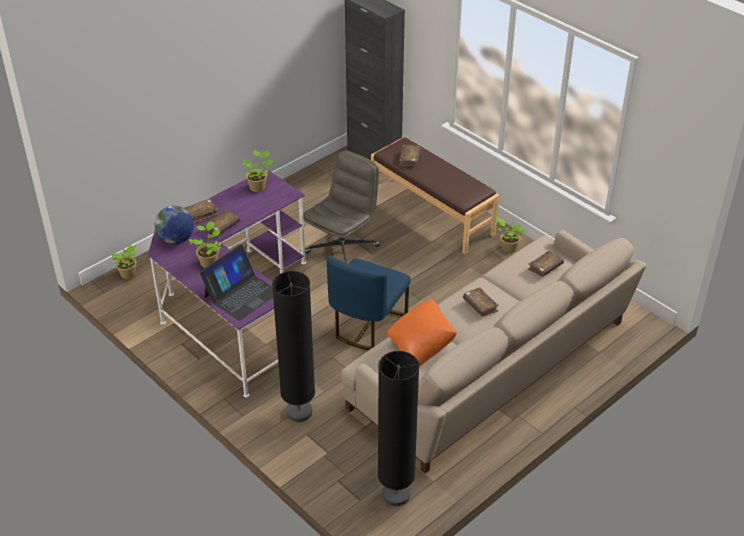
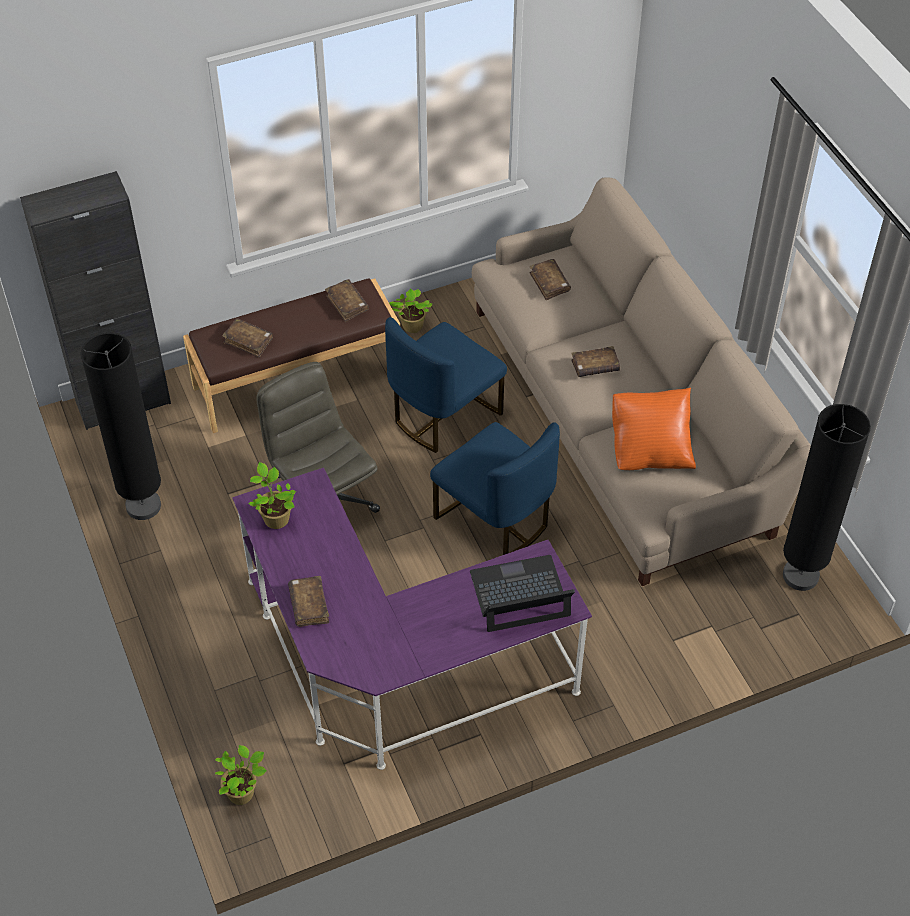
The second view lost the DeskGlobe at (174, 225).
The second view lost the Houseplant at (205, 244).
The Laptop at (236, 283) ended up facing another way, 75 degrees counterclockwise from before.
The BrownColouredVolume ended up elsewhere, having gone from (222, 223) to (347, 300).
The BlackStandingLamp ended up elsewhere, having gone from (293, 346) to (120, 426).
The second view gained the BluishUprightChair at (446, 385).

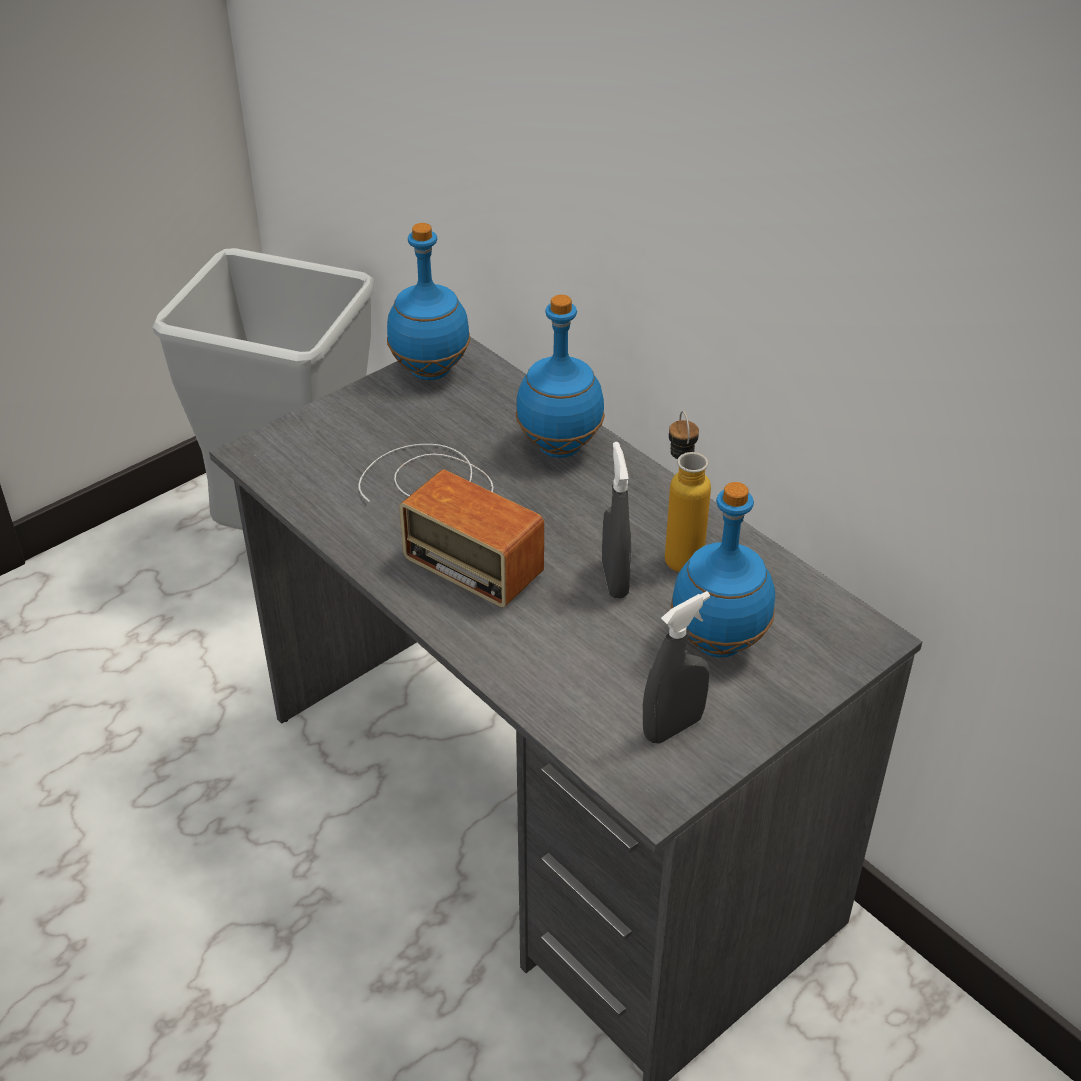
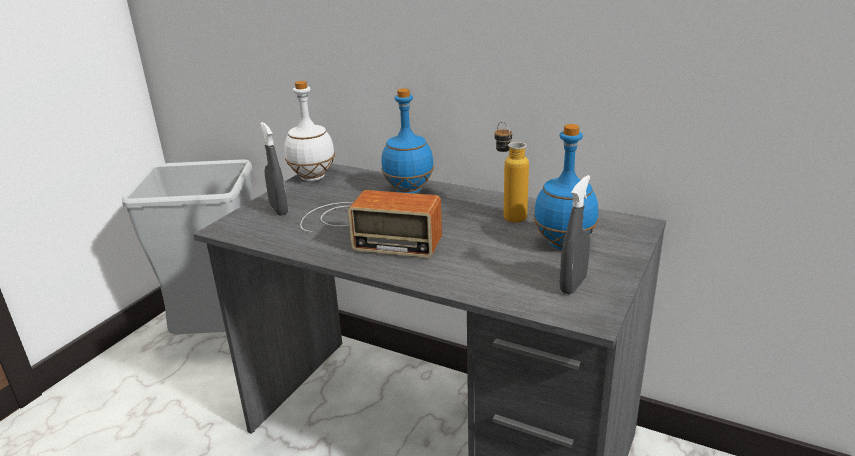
What was the BluishDrinkBottle at (428, 301) turned into the WhiteDrinkBottle at (309, 131).
The GreyishSprayer ended up elsewhere, having gone from (616, 520) to (274, 169).

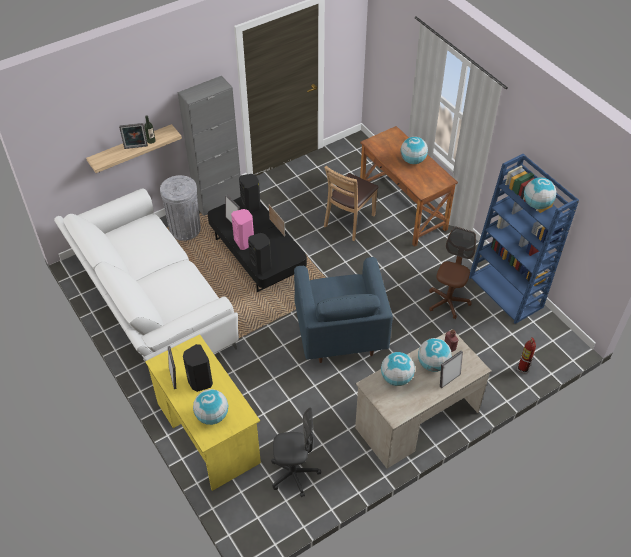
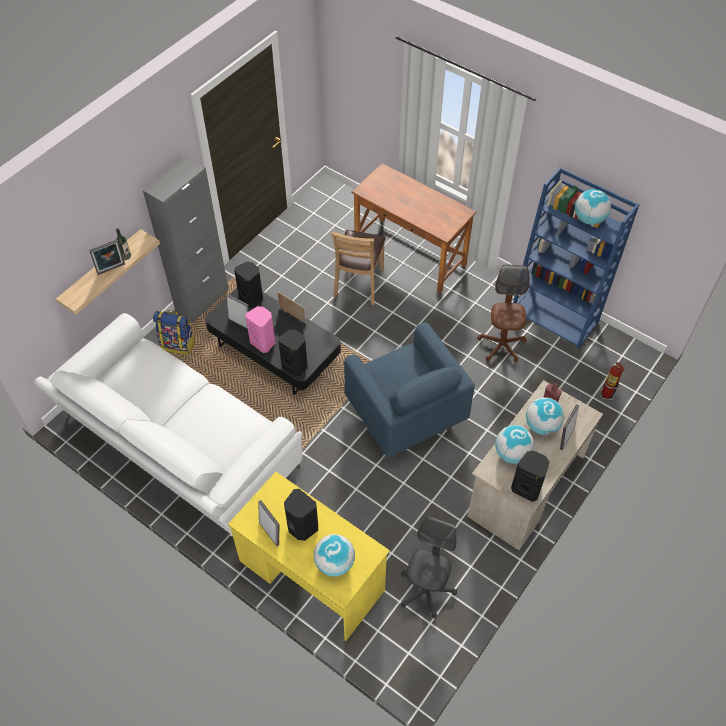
Where the GreyishWasteBin stood at (180, 208), the Rucksack came to stand at (174, 332).
The GreyishDeskChair at (296, 452) ended up facing another way, 45 degrees counterclockwise from before.
The second view lost the DeskGlobe at (414, 150).
The second view gained the BlackLoudspeaker at (530, 476).

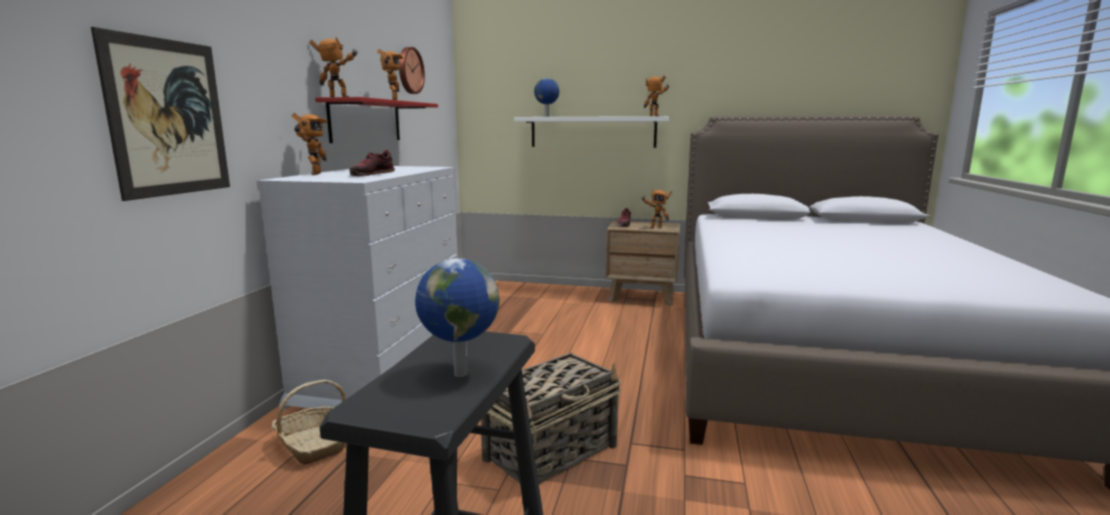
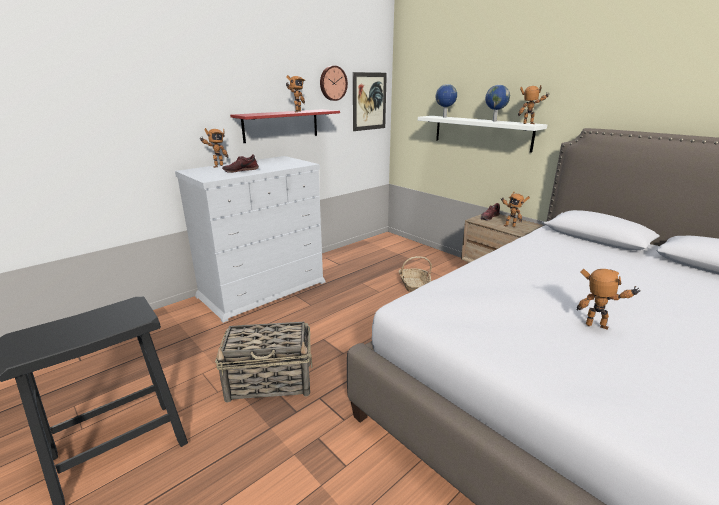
The WallPicture ended up elsewhere, having gone from (160, 114) to (370, 101).
The Basket ended up elsewhere, having gone from (309, 422) to (415, 274).
The RobotFigure ended up elsewhere, having gone from (333, 66) to (609, 299).
The DeskGlobe ended up elsewhere, having gone from (457, 317) to (497, 103).

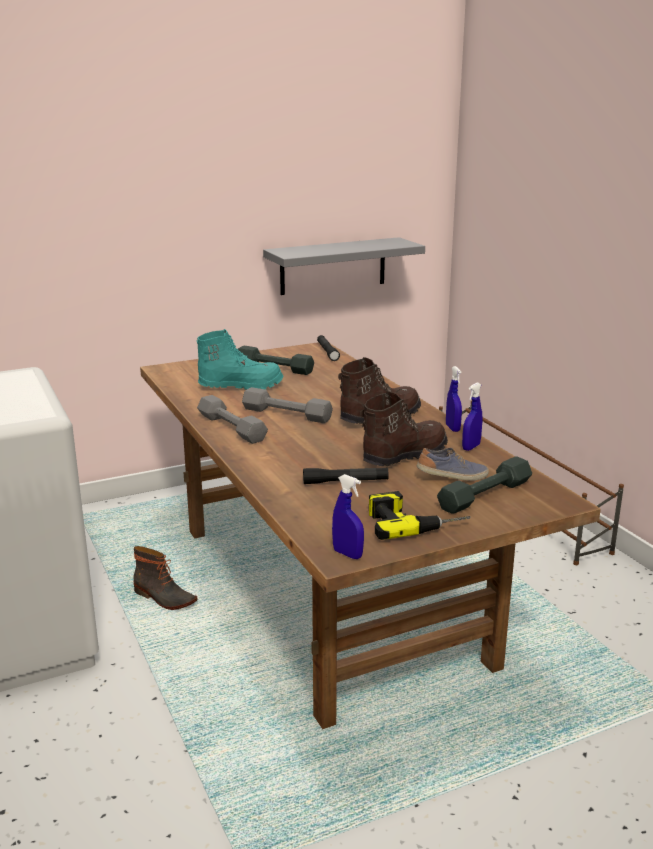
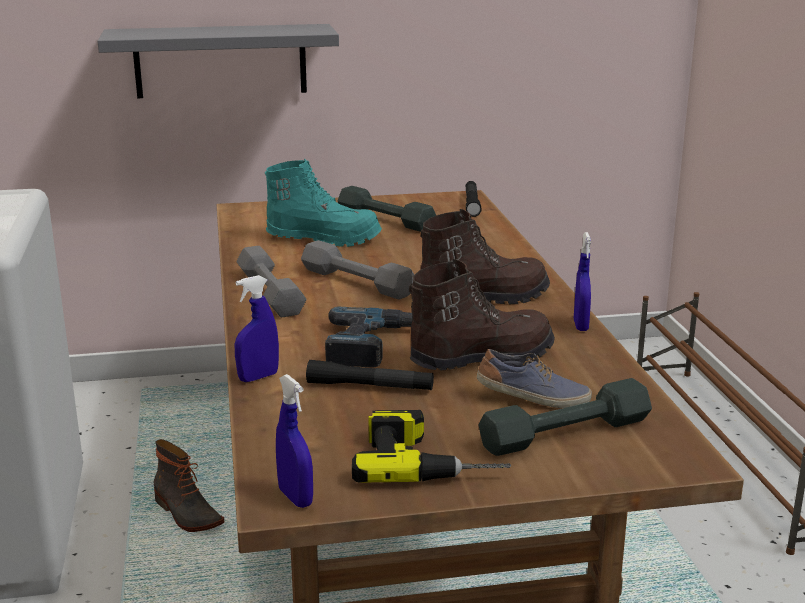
The GreyishWallShelf ended up elsewhere, having gone from (344, 266) to (218, 61).
The BluishSprayer ended up elsewhere, having gone from (472, 417) to (257, 328).
The second view gained the Drill at (369, 337).

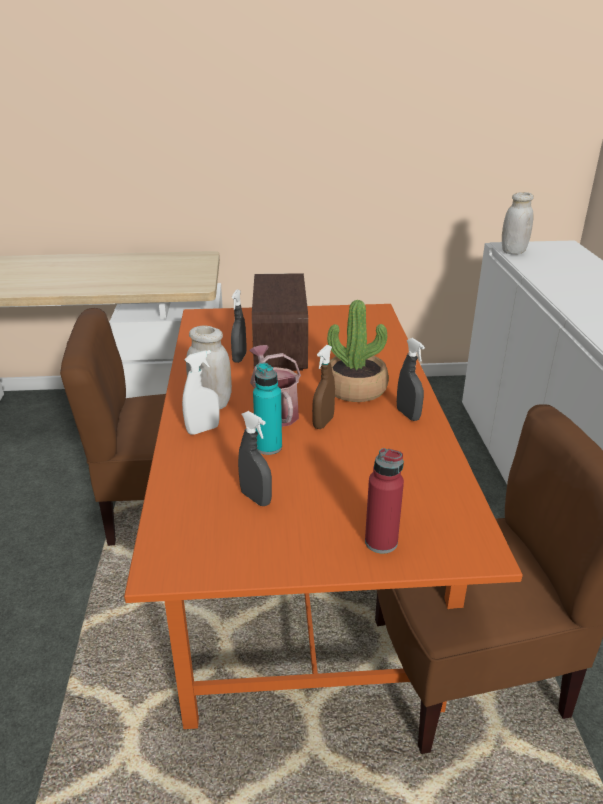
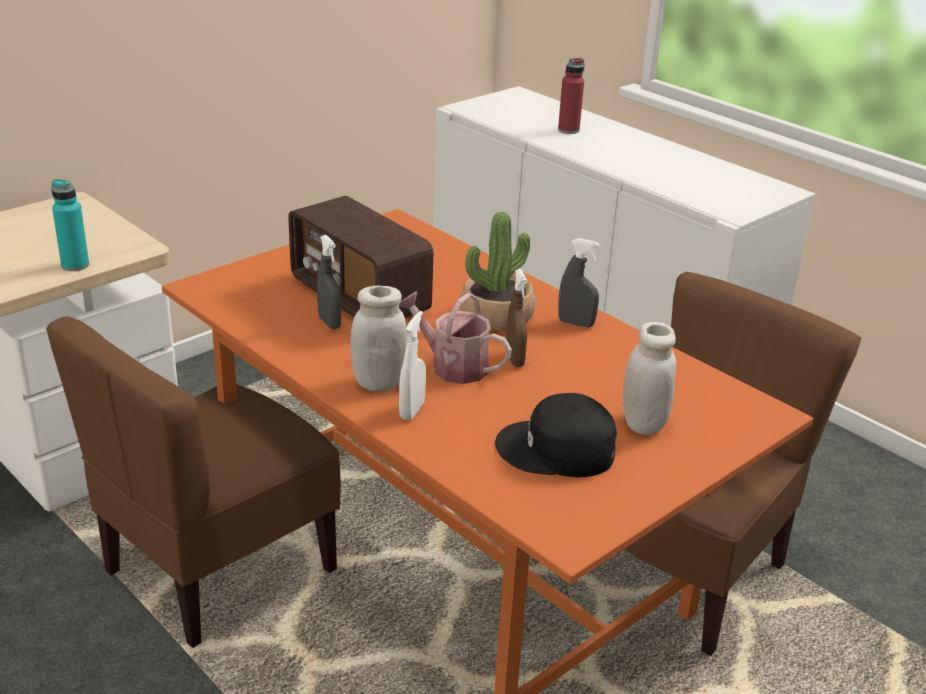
Where the GreyishSprayer stood at (255, 458), the BlackBaseballCap came to stand at (556, 435).
The TurquoiseColouredDrinkBottle ended up elsewhere, having gone from (267, 408) to (70, 225).
The ReddishDrinkBottle ended up elsewhere, having gone from (384, 501) to (571, 96).
The WhitePreserveJar ended up elsewhere, having gone from (518, 223) to (649, 378).

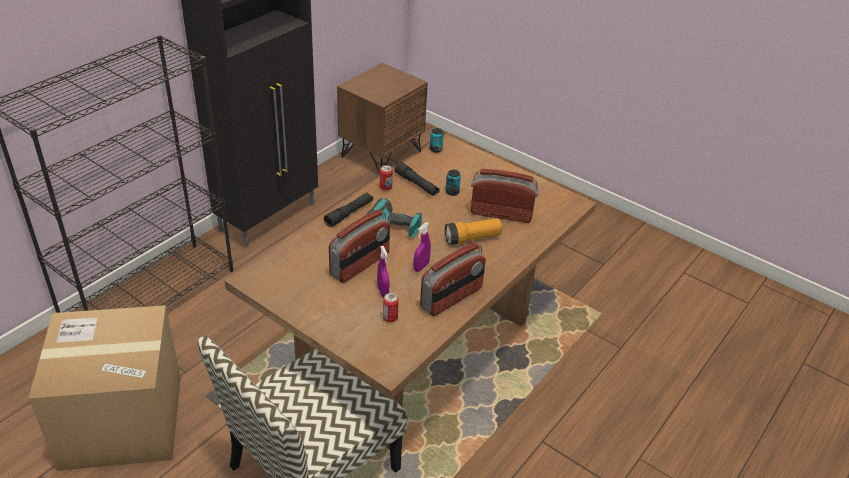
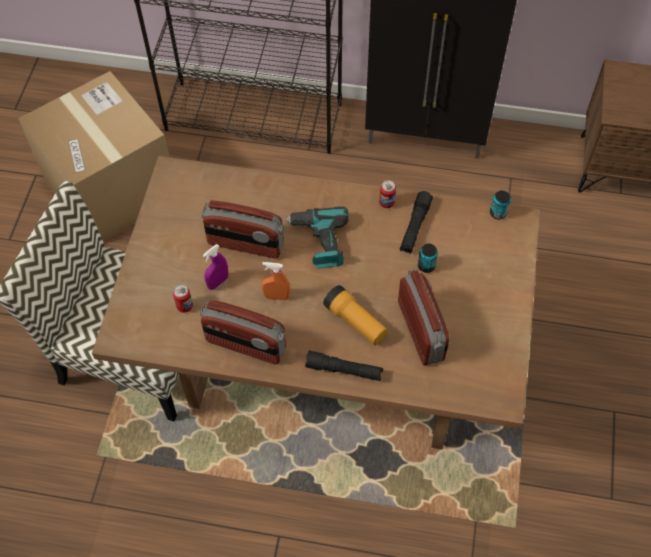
The BlackFlashlight ended up elsewhere, having gone from (348, 210) to (344, 366).
What was the PurpleSprayer at (422, 247) turned into the OrangeySprayer at (275, 281).

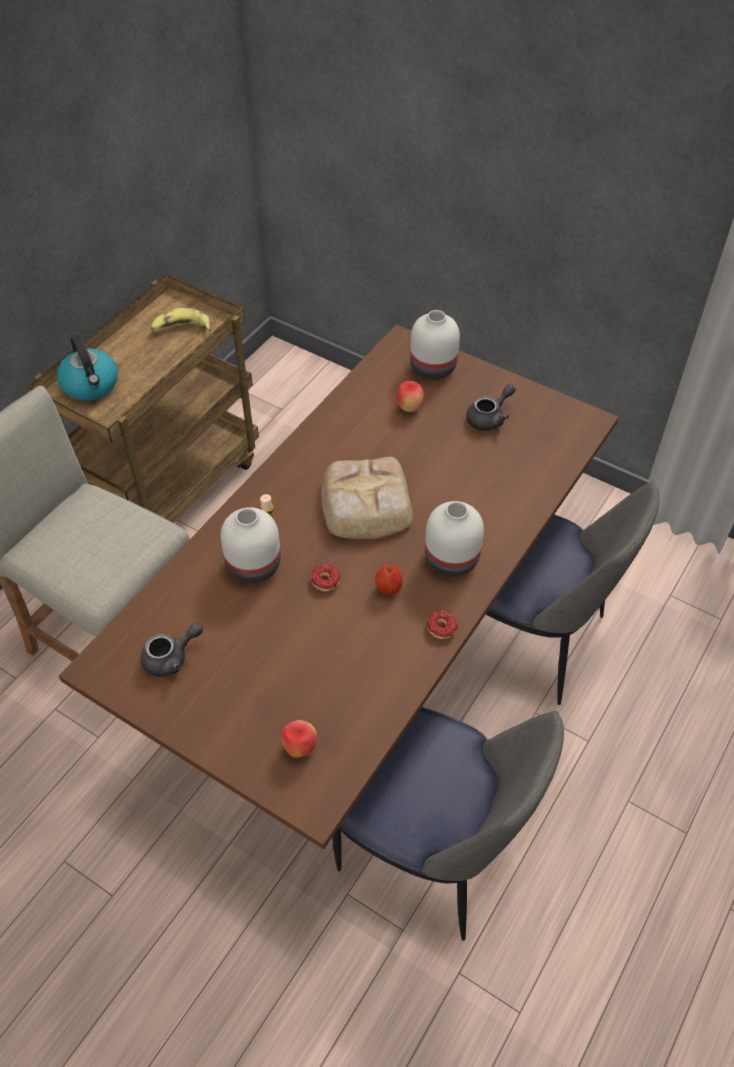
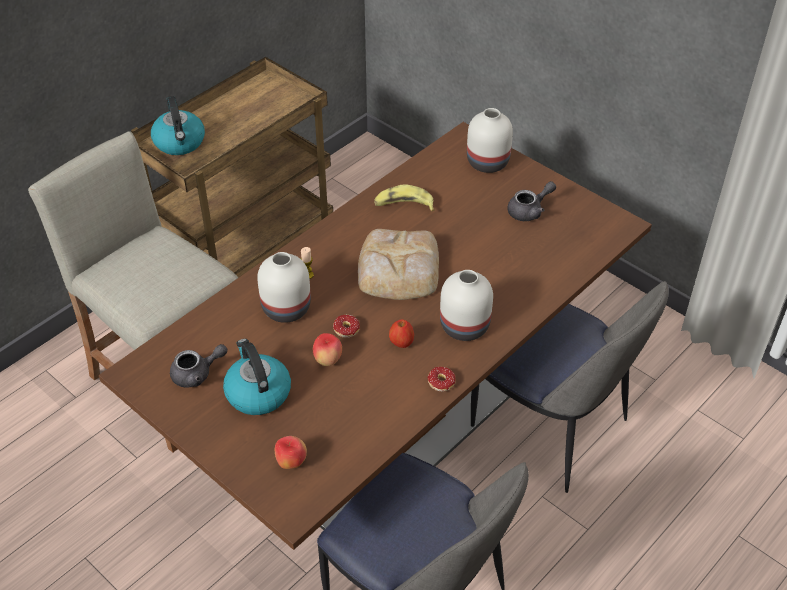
The BananaFruit ended up elsewhere, having gone from (180, 320) to (404, 198).
The AppleFruit ended up elsewhere, having gone from (410, 396) to (327, 349).
The second view gained the TeaKettle at (257, 377).

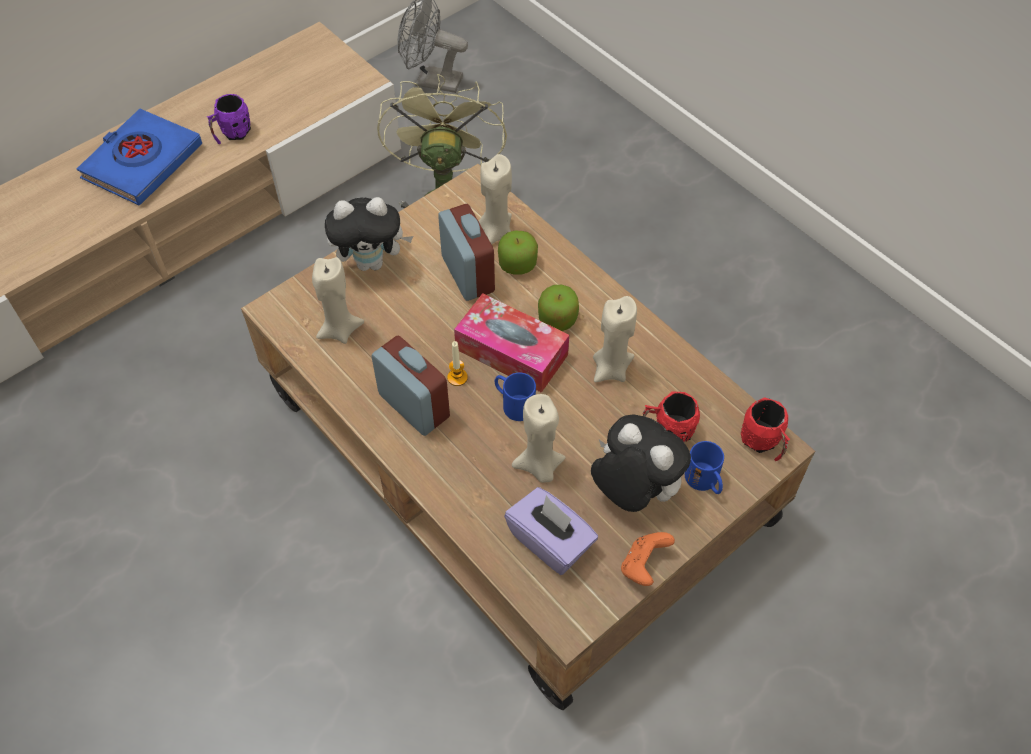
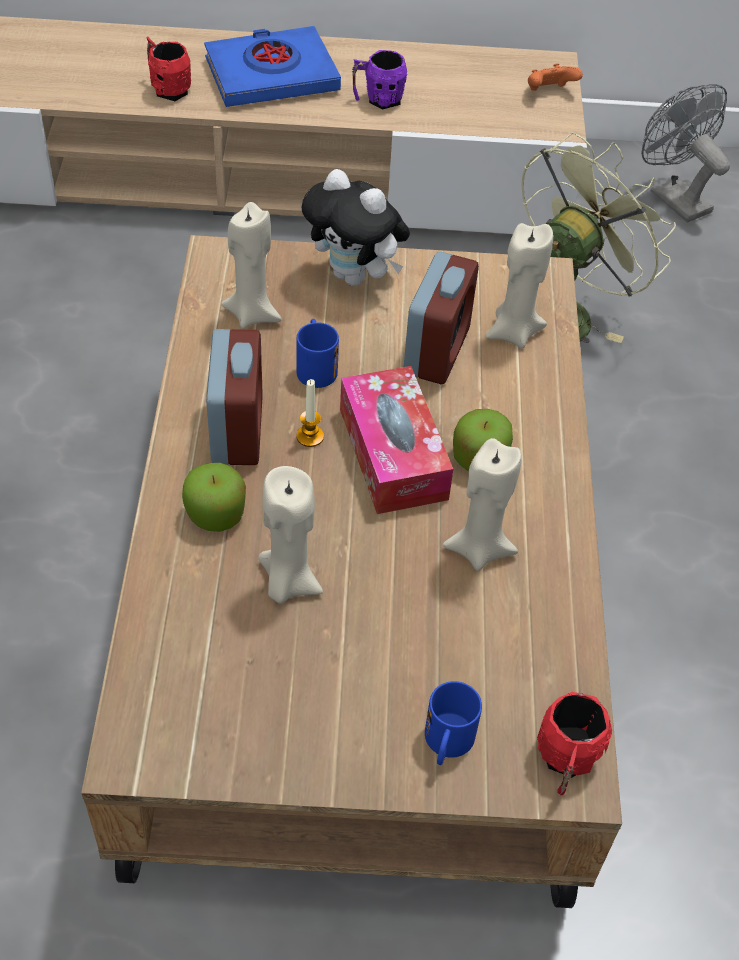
The BluishMug ended up elsewhere, having gone from (515, 397) to (317, 353).
The AppleFruit ended up elsewhere, having gone from (518, 253) to (214, 497).
The second view lost the PurpleTissueBox at (551, 531).
The second view lost the PlushToy at (641, 463).
The OrangeyJoypad ended up elsewhere, having gone from (648, 559) to (555, 77).
The ReddishMug ended up elsewhere, having gone from (671, 416) to (168, 68).

